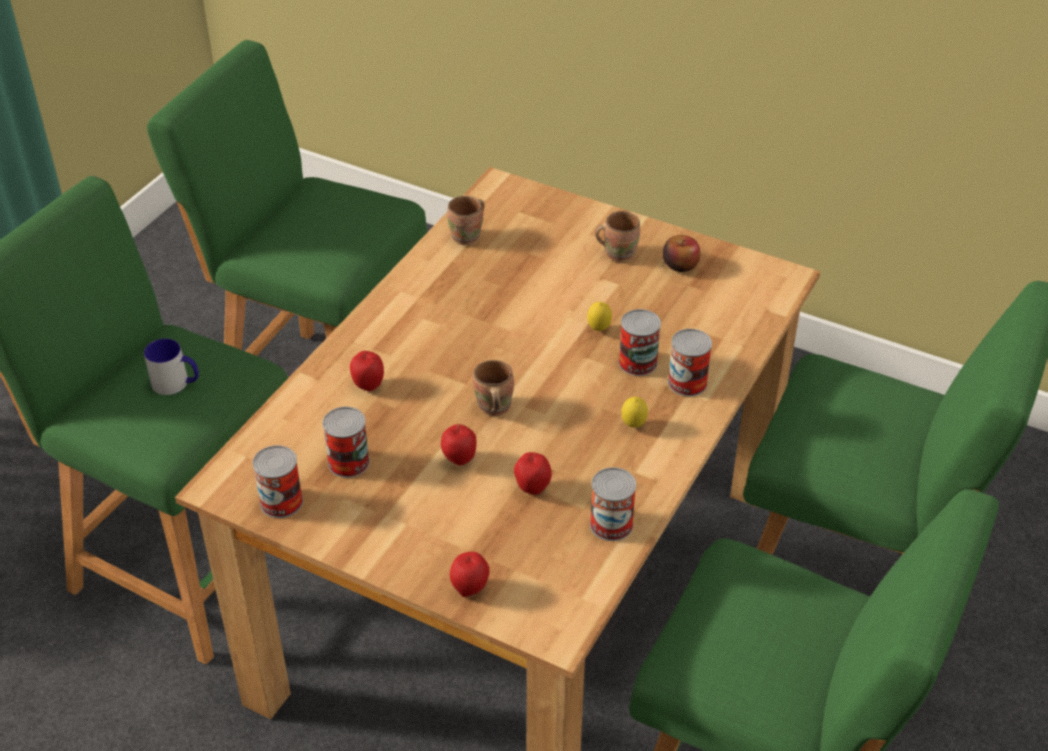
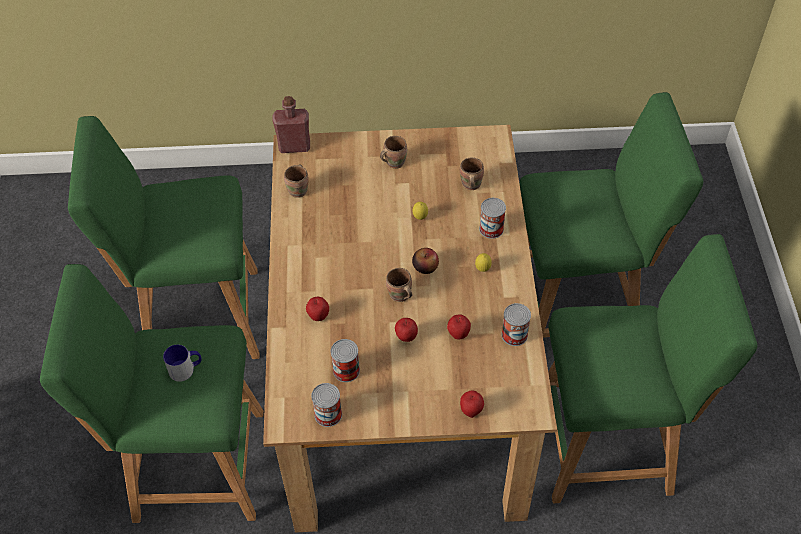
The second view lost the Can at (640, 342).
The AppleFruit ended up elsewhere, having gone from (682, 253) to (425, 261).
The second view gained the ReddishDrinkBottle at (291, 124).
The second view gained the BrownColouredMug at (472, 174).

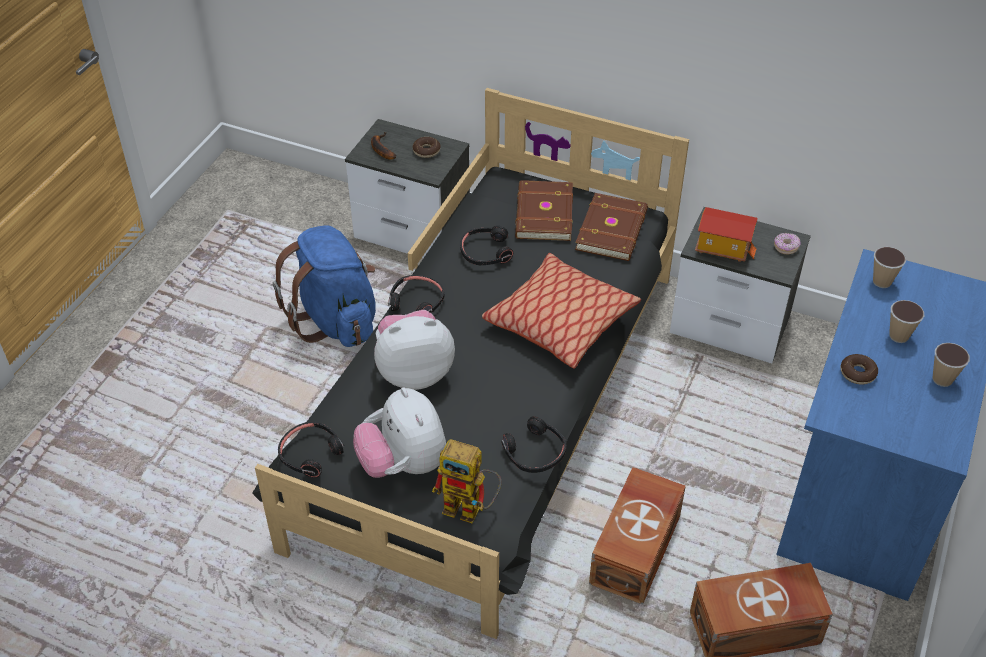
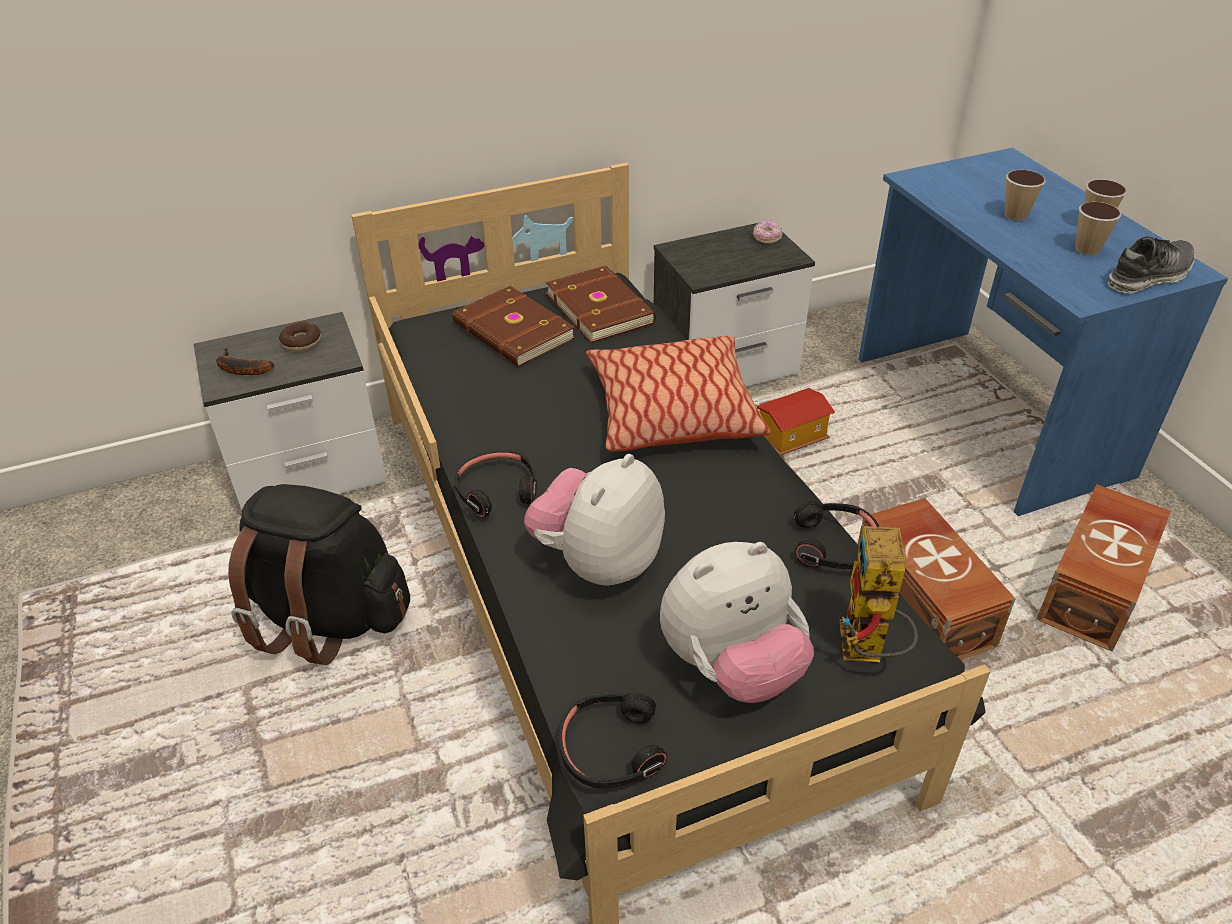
What was the BluishRucksack at (324, 286) turned into the BlackRucksack at (319, 574).
The PlushToy at (399, 432) ended up facing another way, 45 degrees counterclockwise from before.
The RobotFigure at (466, 481) ended up facing another way, 120 degrees clockwise from before.
The second view lost the BlackHeadphones at (486, 245).
The ToyHouse ended up elsewhere, having gone from (726, 234) to (796, 422).
The second view lost the RingDoughnut at (859, 369).
The Cup ended up elsewhere, having gone from (889, 267) to (1098, 229).
The second view gained the ItemOfFootwear at (1151, 265).

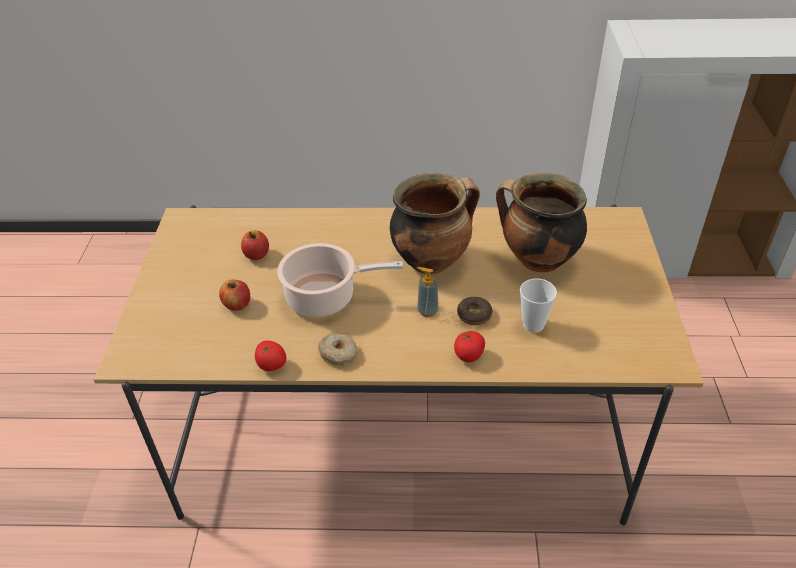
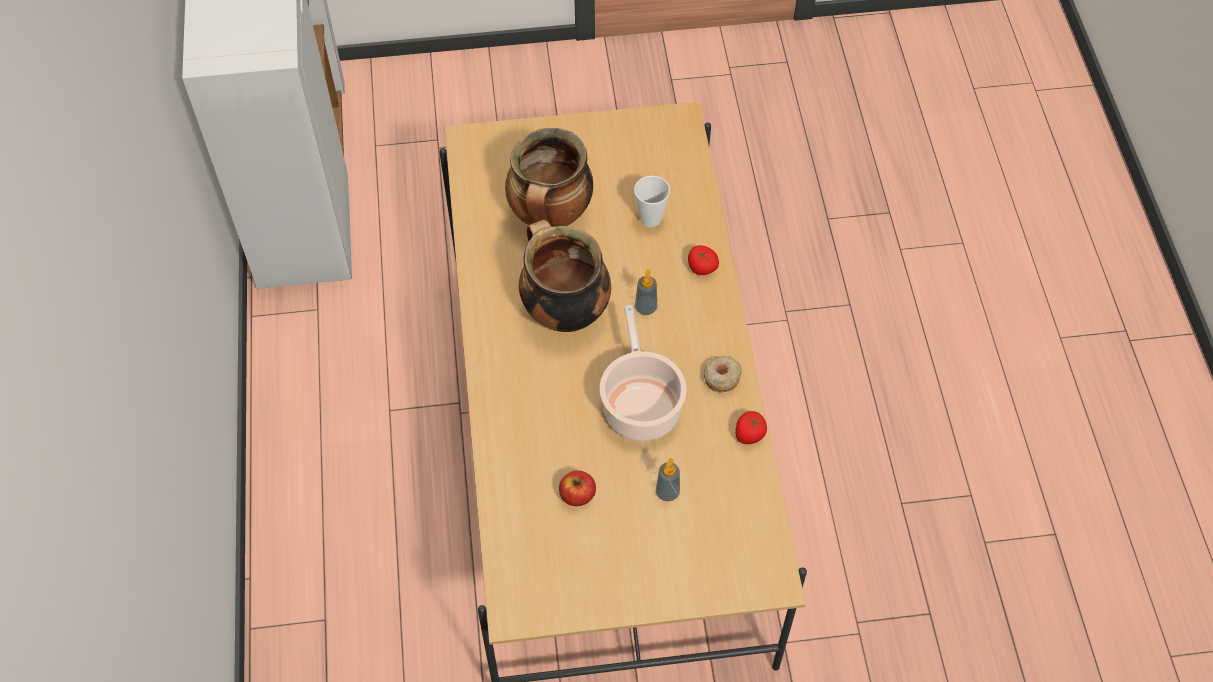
Where the AppleFruit stood at (234, 295), the SoapDispenser came to stand at (668, 479).
The second view lost the RingDoughnut at (474, 310).

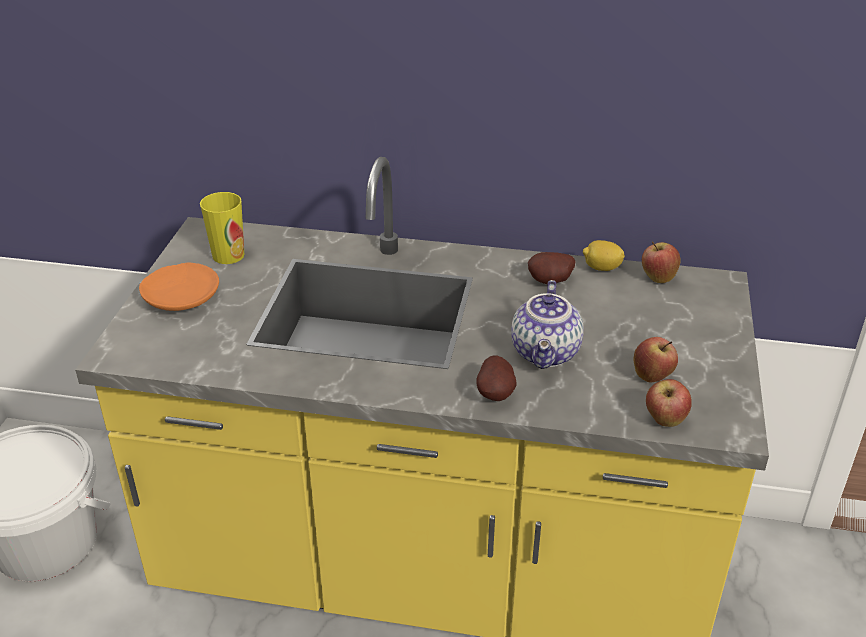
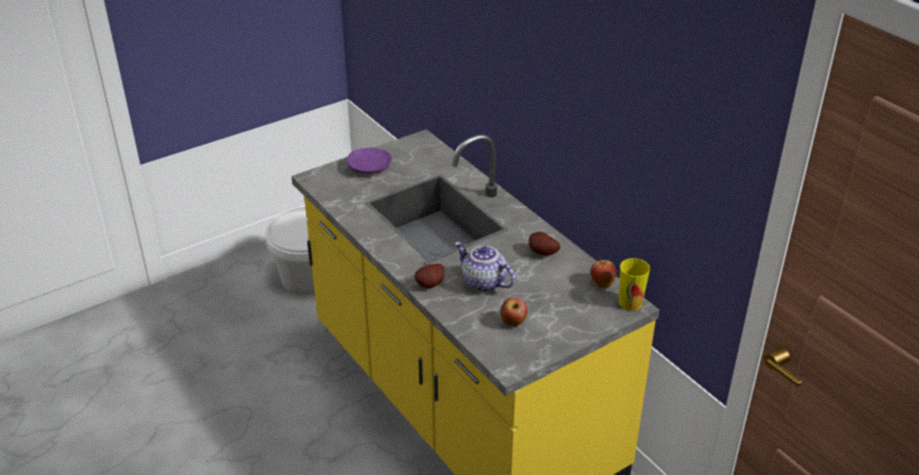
What was the OrangeyPlate at (179, 287) turned into the PurplePlate at (369, 161).
The Cup ended up elsewhere, having gone from (222, 228) to (634, 284).
The TeaPot at (547, 324) ended up facing another way, 75 degrees clockwise from before.
The second view lost the WholeLemon at (604, 255).
The second view lost the AppleFruit at (669, 403).

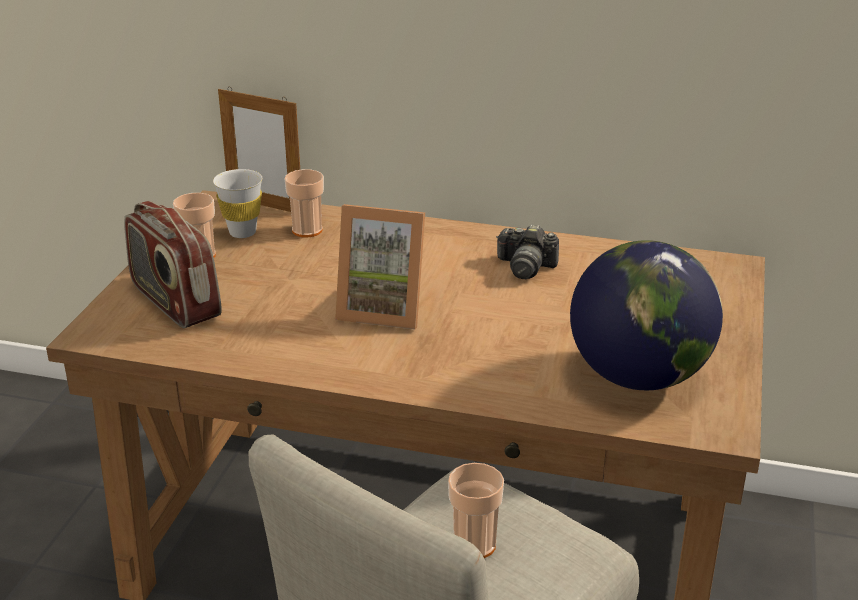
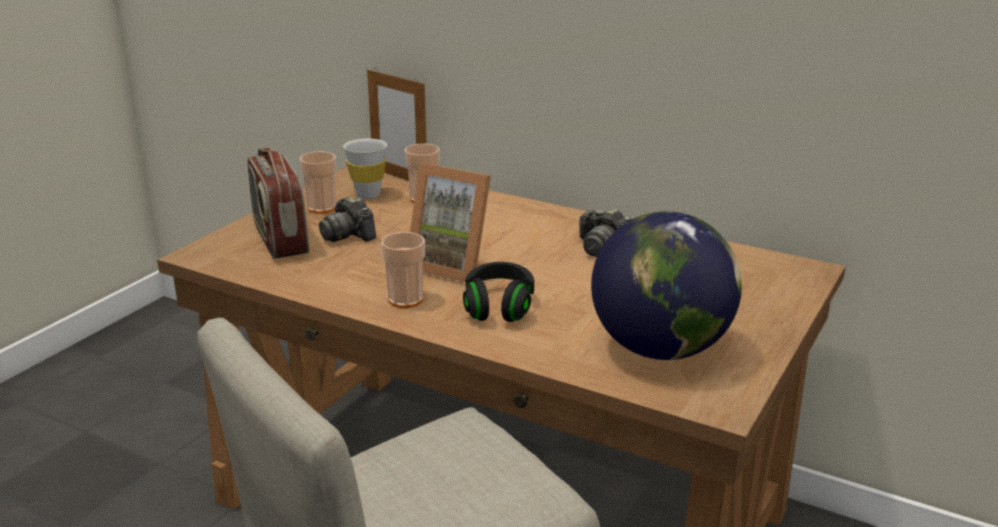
The Cup ended up elsewhere, having gone from (476, 510) to (403, 270).
The second view gained the PhotoCamera at (347, 219).
The second view gained the BlackHeadphones at (498, 292).

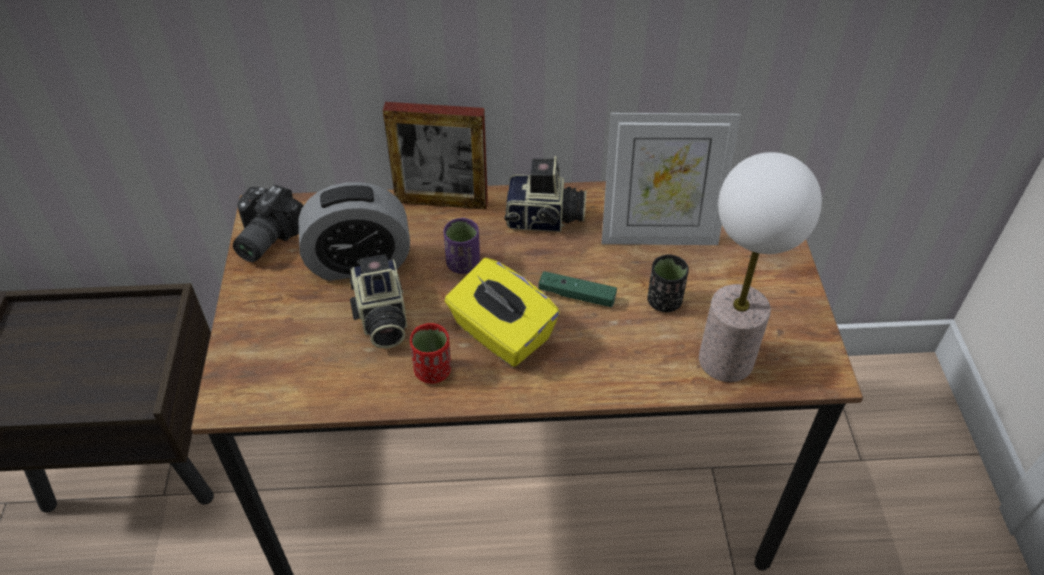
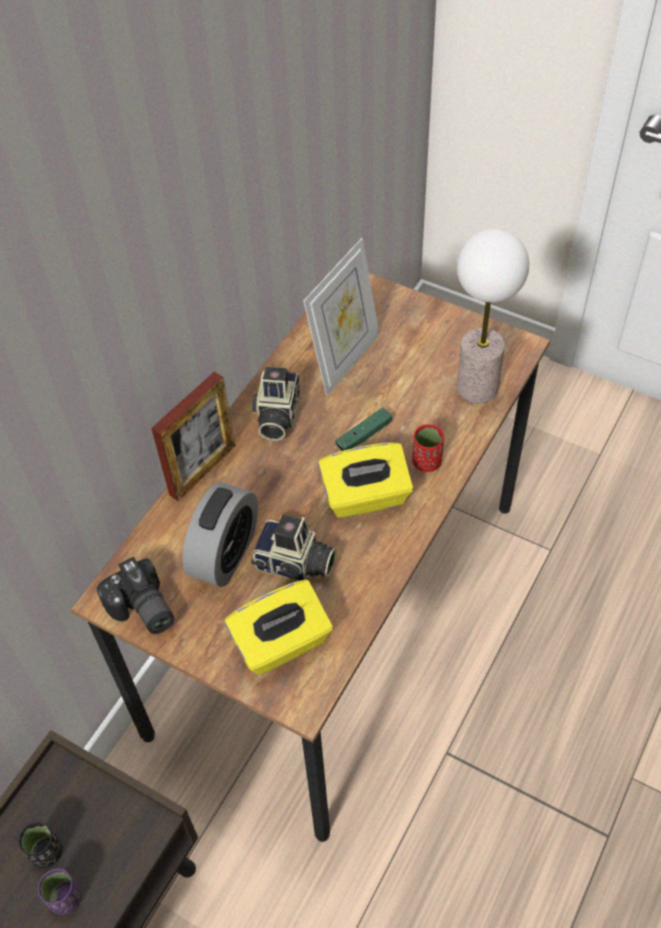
The ReddishCup ended up elsewhere, having gone from (430, 353) to (428, 448).
The PurpleCup ended up elsewhere, having gone from (462, 246) to (59, 891).
The PhotoCamera at (545, 194) ended up facing another way, 150 degrees clockwise from before.
The BlackCup ended up elsewhere, having gone from (668, 283) to (40, 845).
The second view gained the YellowColouredTissueBox at (279, 627).

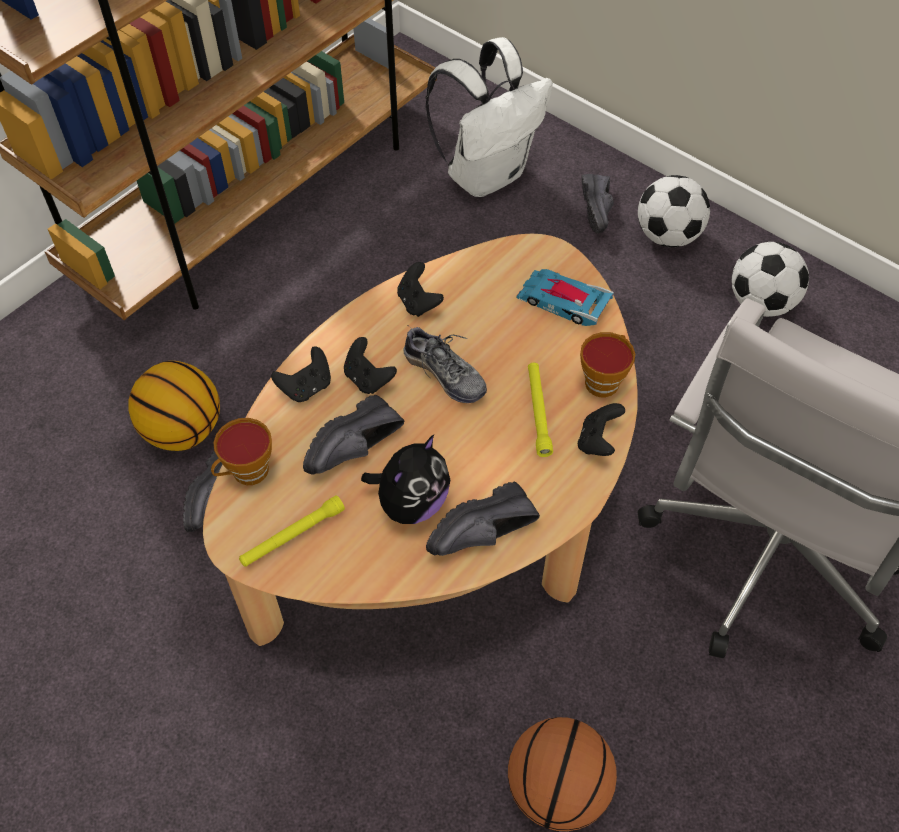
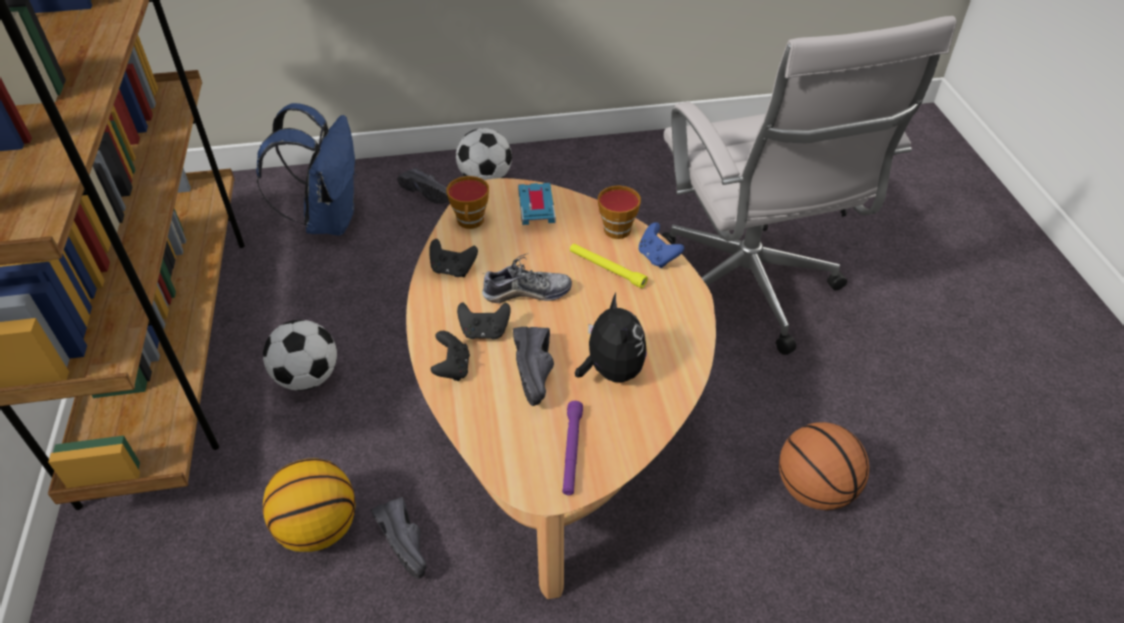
The Cup ended up elsewhere, having gone from (241, 451) to (467, 202).
What was the YellowColouredFlashlight at (292, 531) turned into the PurpleFlashlight at (572, 448).
What was the WhiteRucksack at (489, 117) turned into the BluishRucksack at (306, 169).
The second view lost the BlackItemOfFootwear at (483, 519).
The MiniatureCar at (565, 297) ended up facing another way, 105 degrees clockwise from before.
What was the BlackJoypad at (601, 429) turned into the BluishJoypad at (661, 245).
The FootballBall ended up elsewhere, having gone from (770, 279) to (300, 355).

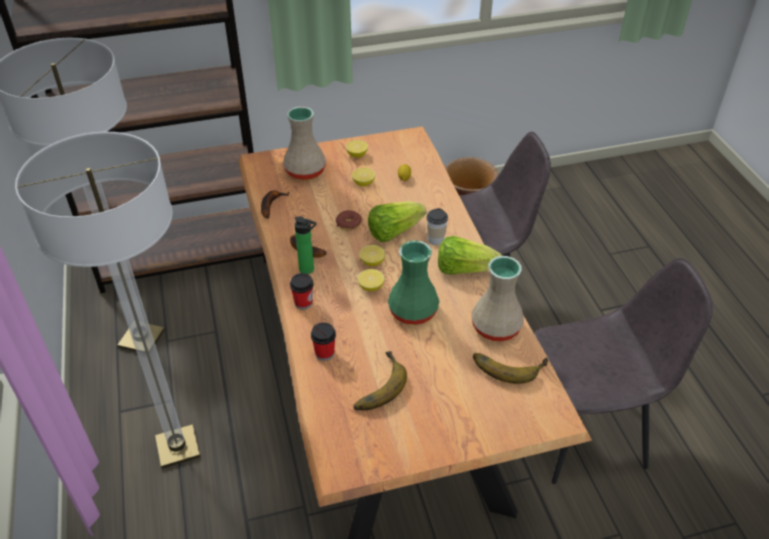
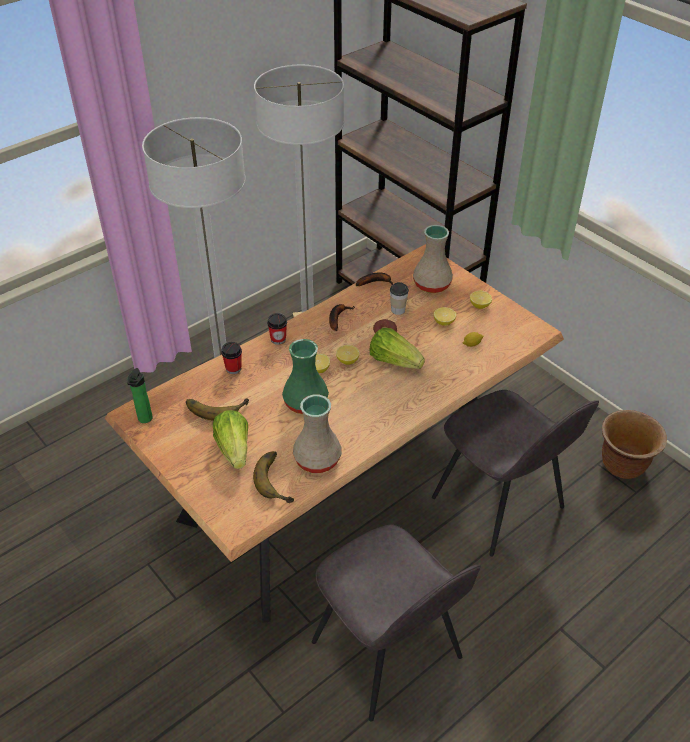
The DrinkBottle ended up elsewhere, having gone from (305, 245) to (140, 395).
The Cup ended up elsewhere, having gone from (437, 226) to (399, 298).
The LettuceHead ended up elsewhere, having gone from (470, 255) to (230, 439).

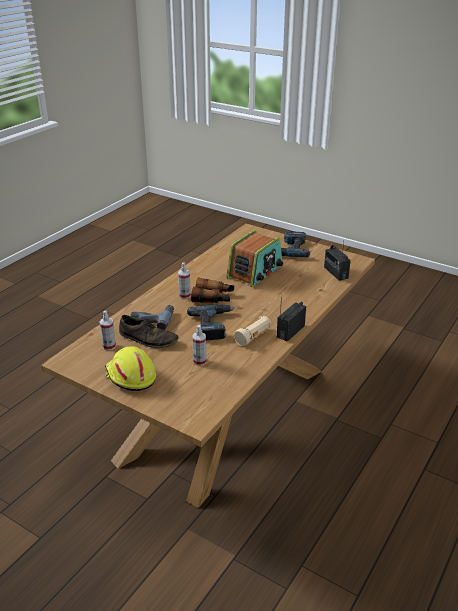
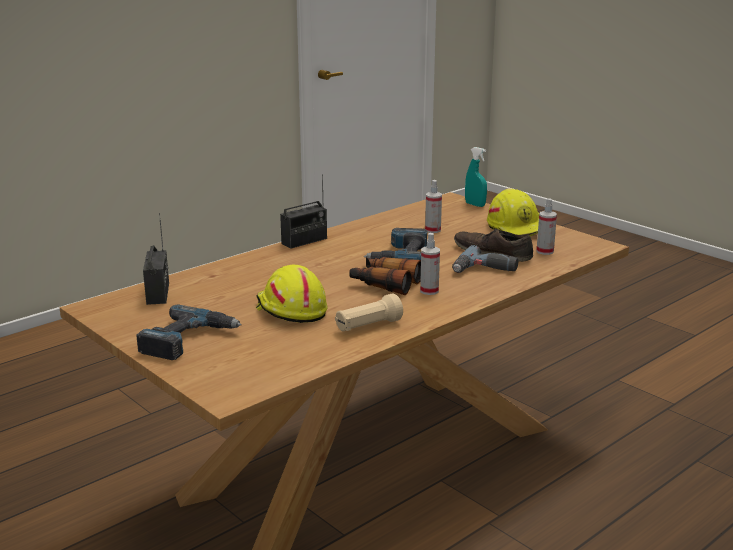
Where the Radio stood at (255, 258), the YellowColouredSafetyHelmet came to stand at (291, 294).
The BeigeFlashlight ended up elsewhere, having gone from (252, 331) to (369, 312).
The second view gained the TurquoiseColouredSprayer at (476, 177).

